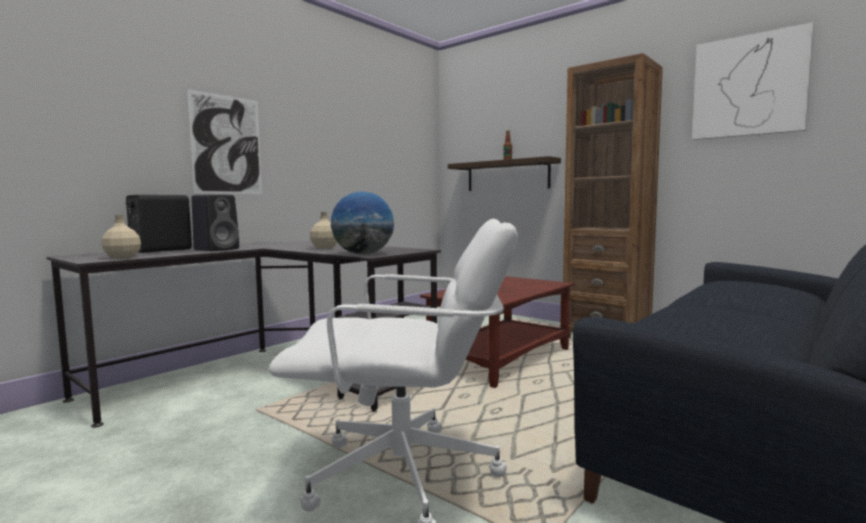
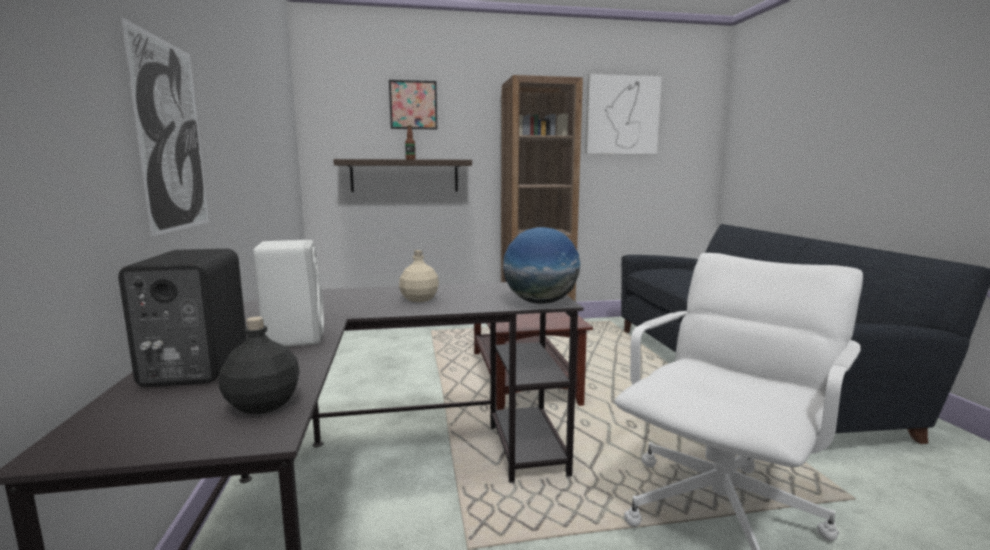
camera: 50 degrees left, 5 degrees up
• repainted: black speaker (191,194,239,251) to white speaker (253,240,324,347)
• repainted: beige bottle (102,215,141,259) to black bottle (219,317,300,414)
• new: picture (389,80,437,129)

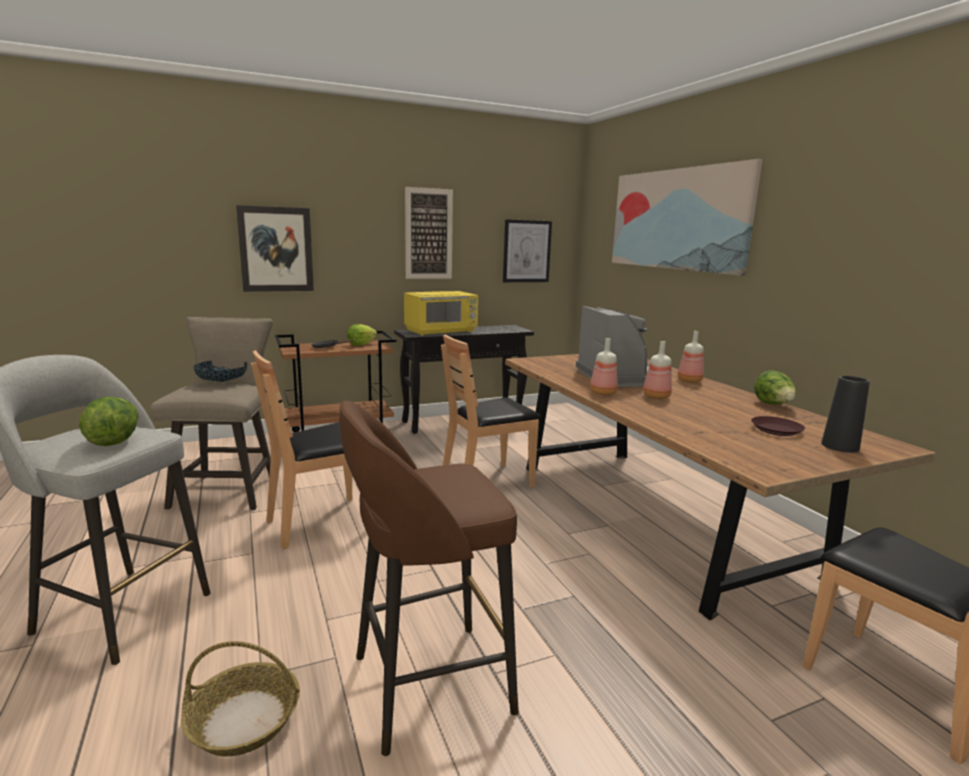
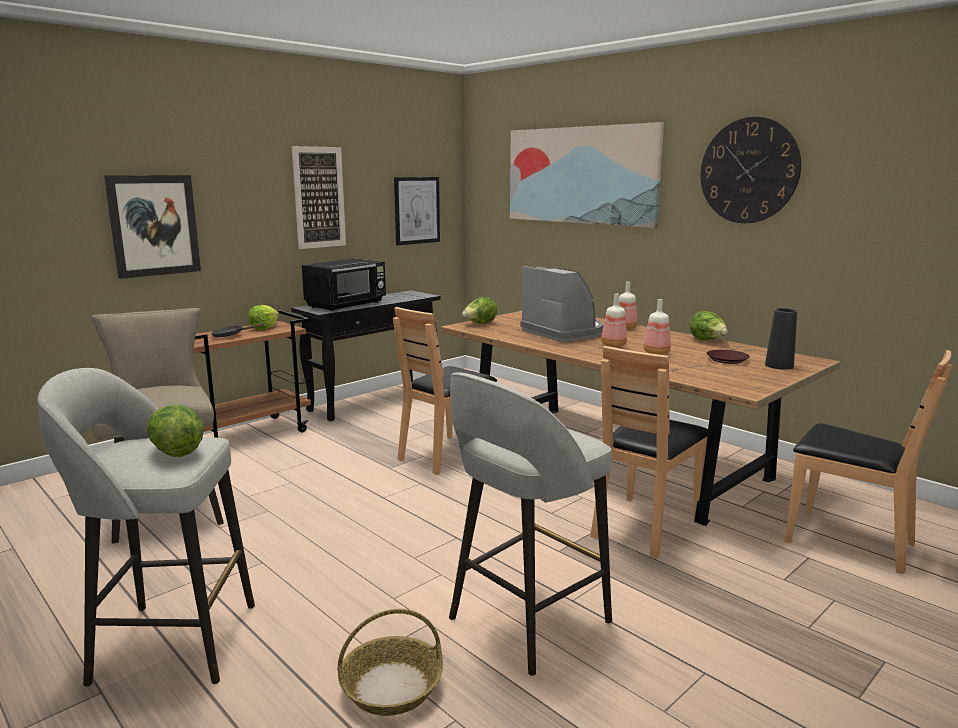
camera: 20 degrees left, 0 degrees up
• repainted: yellow microwave (404,291,478,336) to black microwave (302,258,386,311)
• shifted: bottle (590,338,618,395) to (643,299,671,355)
• shifted: brown chair (251,350,352,549) to (590,346,711,558)
• gone: bowl (194,361,247,382)
• repainted: brown stool (339,401,519,756) to grey stool (449,372,612,676)
• new: wall clock (701,116,801,223)
• new: lettuce (462,297,497,324)

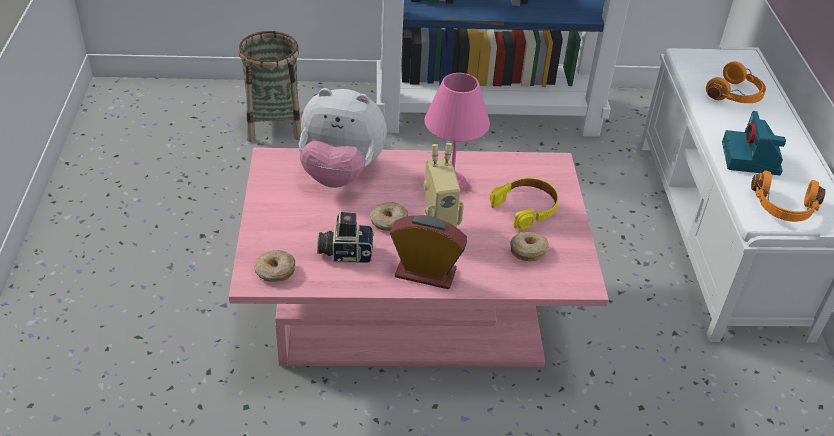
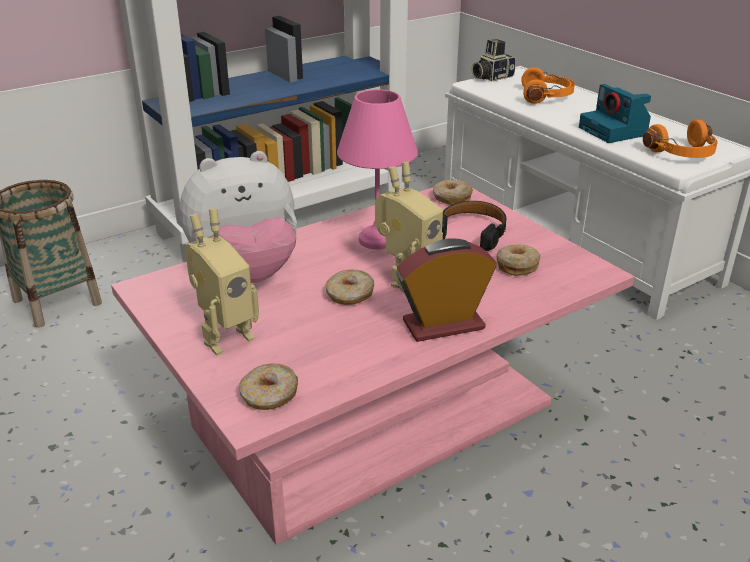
camera: 30 degrees left, 10 degrees down
• repainted: yellow headphones (489,178,558,229) to black headphones (442,201,506,251)
• shifted: photo camera (317,210,373,263) to (472,39,516,81)
• new: donut (433,180,473,205)
• new: toy robot (185,208,259,355)

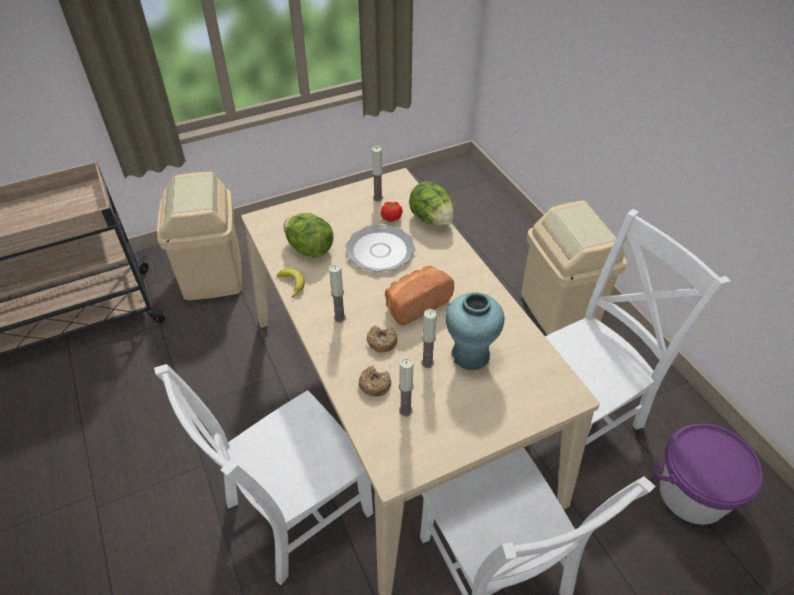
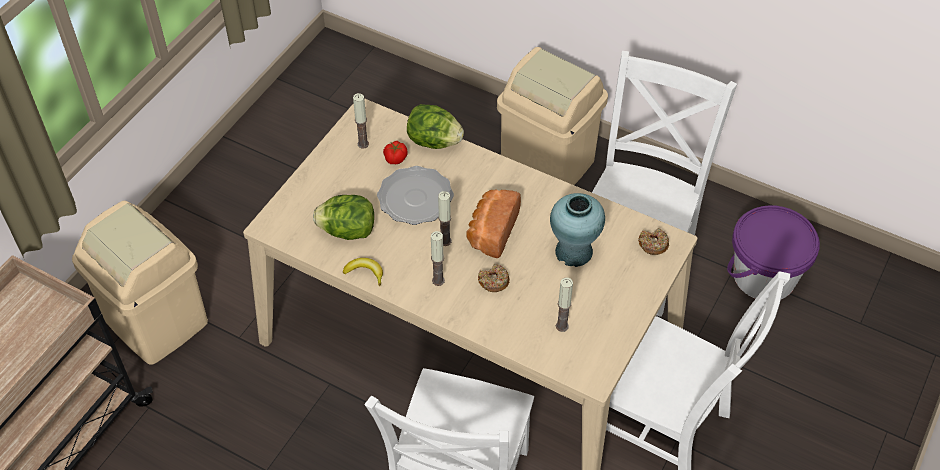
camera: 35 degrees left, 5 degrees up
• shifted: candle (421,309,437,368) to (438,191,452,246)
• shifted: donut (358,366,391,397) to (638,228,669,255)

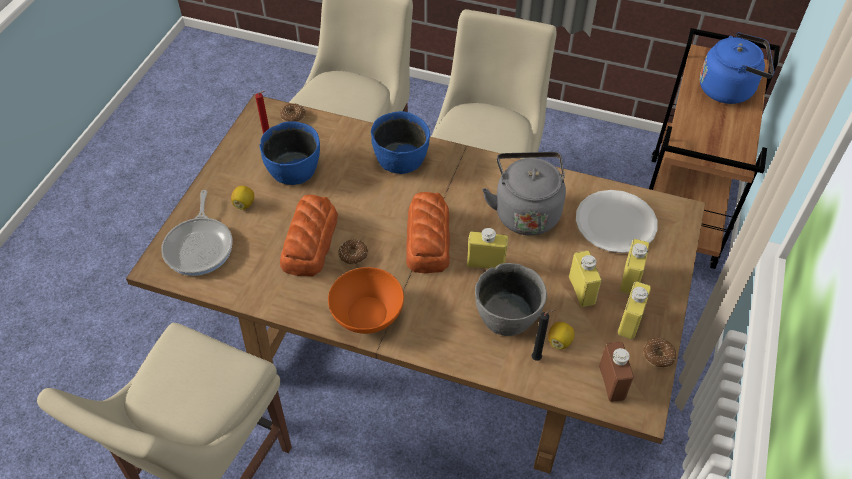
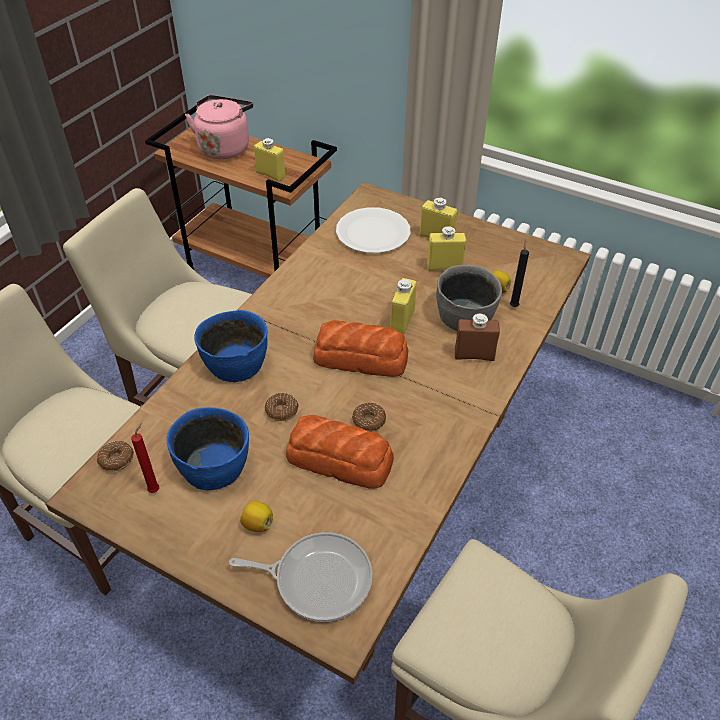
camera: 80 degrees left, 5 degrees down
• repainted: blue kettle (700,32,774,104) to pink kettle (185,95,253,159)
• gone: grey kettle (482,152,566,235)
• gone: orange bowl (328,267,404,334)
• shifted: yellow bottle (618,281,651,339) to (254,138,286,182)
• shifted: donut (644,338,676,368) to (265,393,298,421)
• shifted: brown bottle (599,342,634,402) to (455,314,500,361)

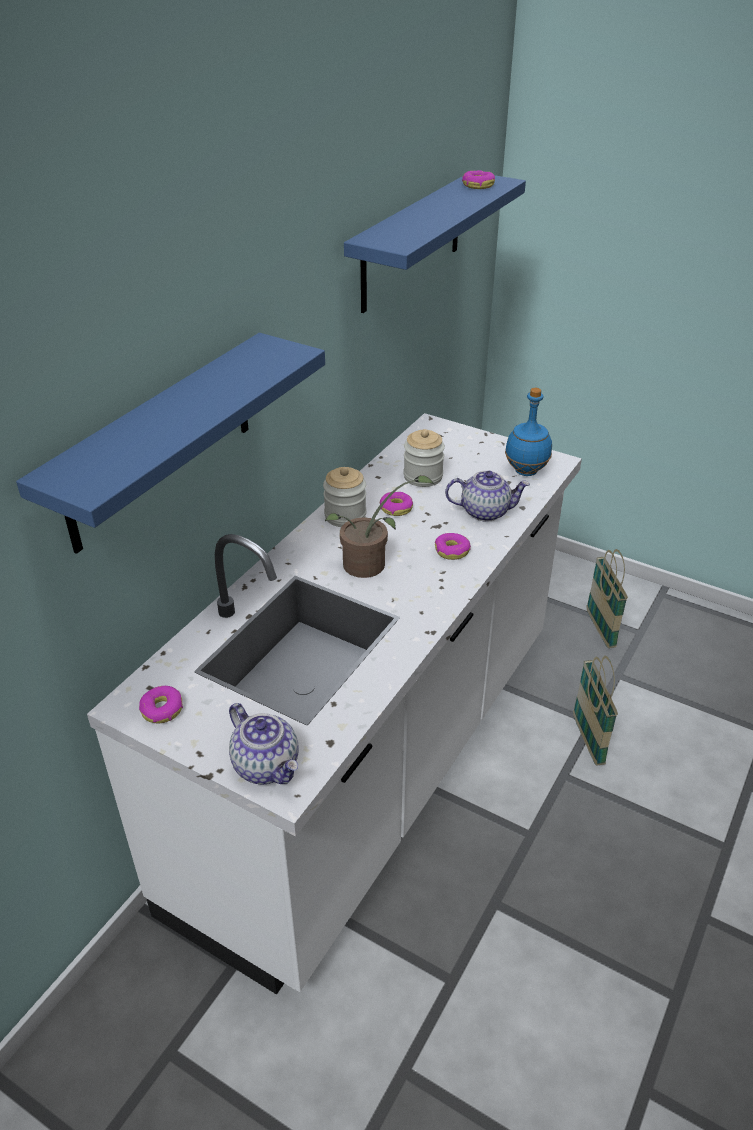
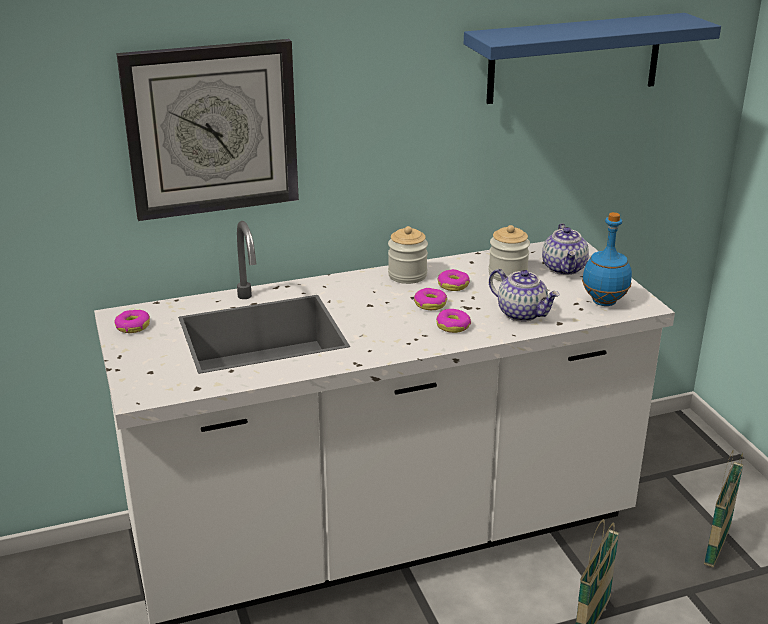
camera: 40 degrees right, 10 degrees down
• shifted: donut (462,170,495,189) to (414,288,447,310)
• swapped: blue shelf (16,333,325,554) to wall clock (116,39,299,221)
• gone: potted plant (325,475,434,578)
• shifted: teapot (229,703,299,784) to (542,223,589,275)

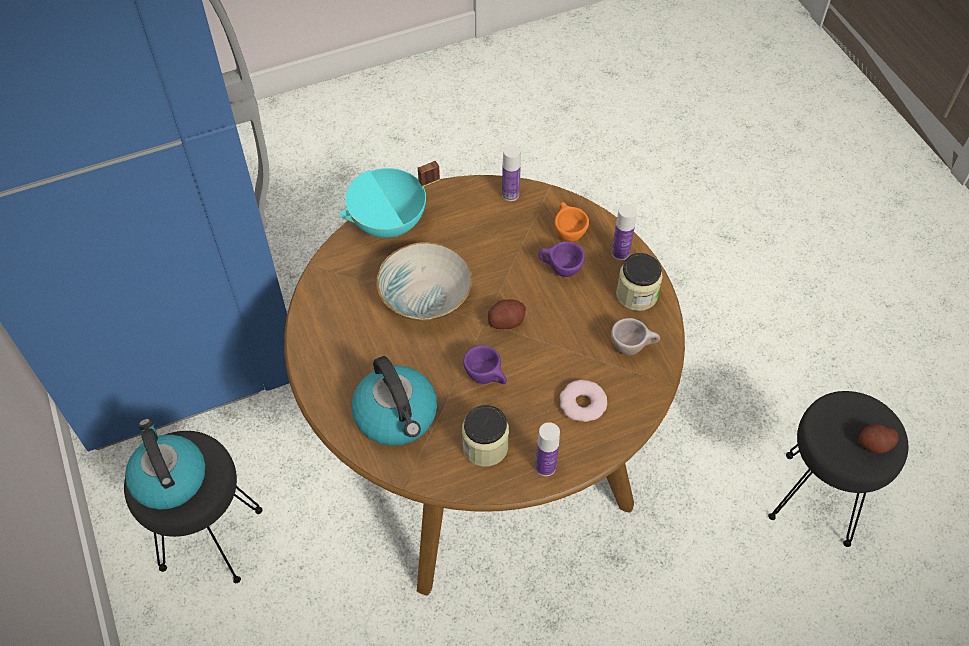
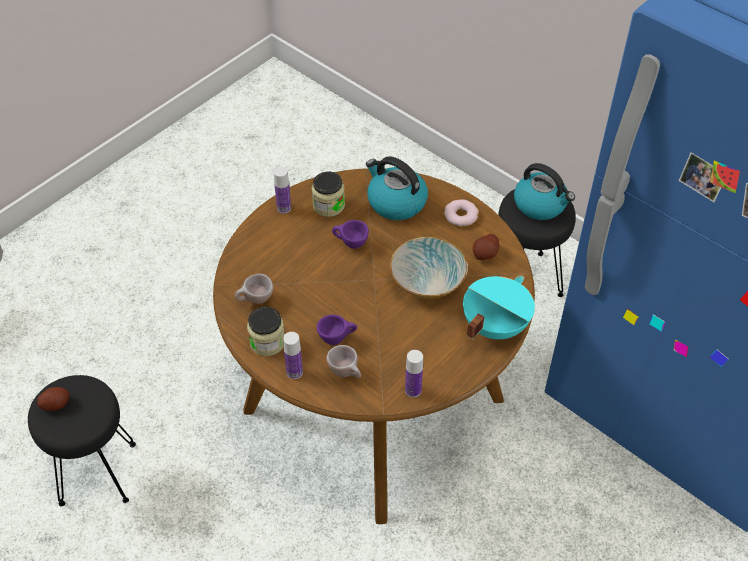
camera: 155 degrees right, 5 degrees down
• repainted: orange cup (554,202,589,242) to beige cup (326,345,361,378)
• shifted: potato (488,300,526,329) to (473,234,499,260)
• shifted: donut (560,380,607,422) to (444,199,479,226)

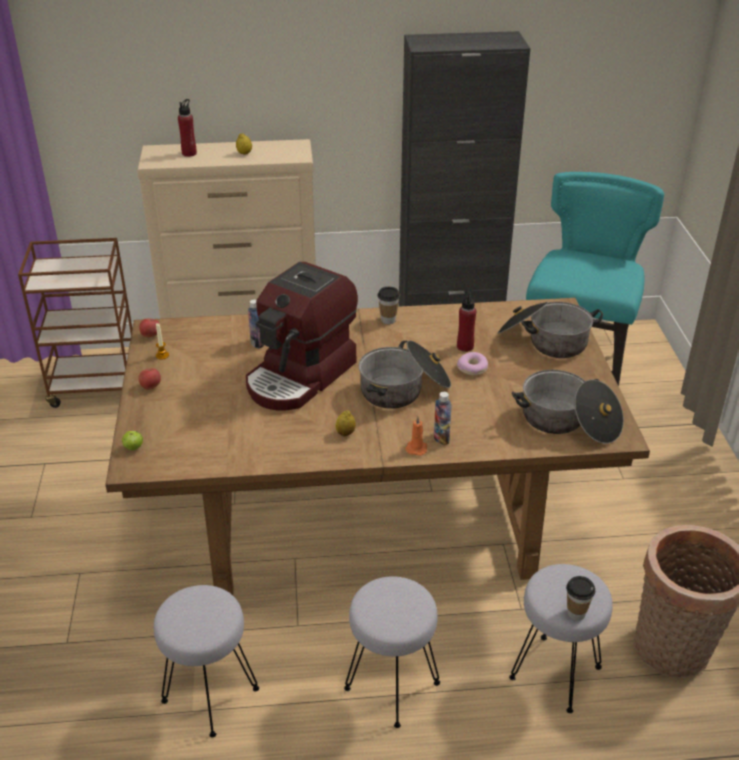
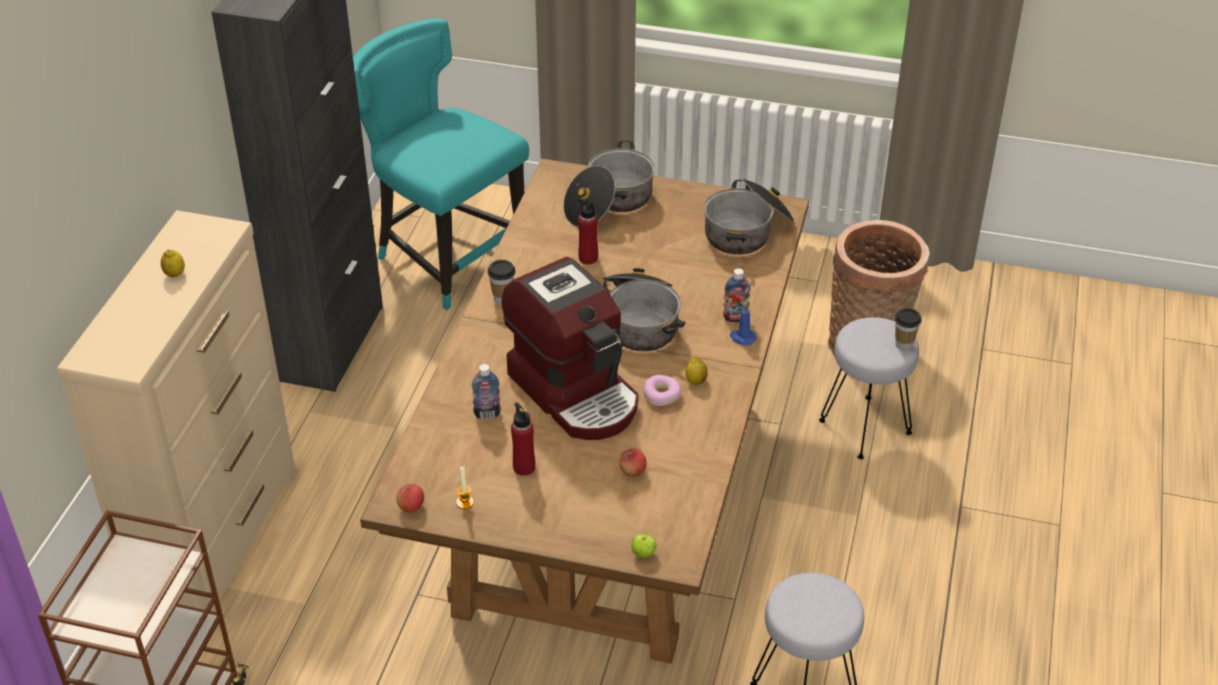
camera: 70 degrees left, 5 degrees up
• shifted: red bottle (178,99,197,157) to (511,402,535,476)
• shifted: donut (457,352,488,376) to (643,375,681,406)
• shifted: apple (138,368,161,390) to (619,448,647,477)
• repainted: orange candle (406,417,427,456) to blue candle (730,304,757,346)
• gone: grey stool (344,576,440,728)

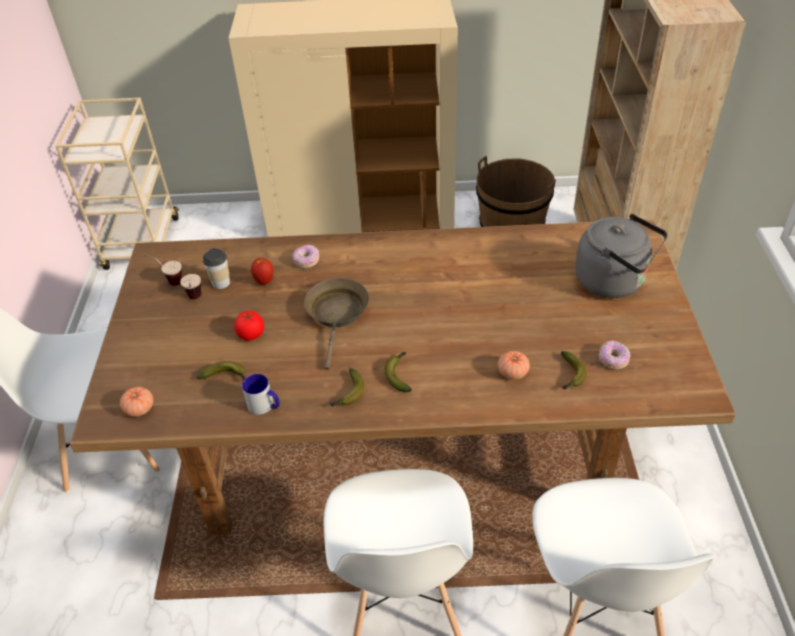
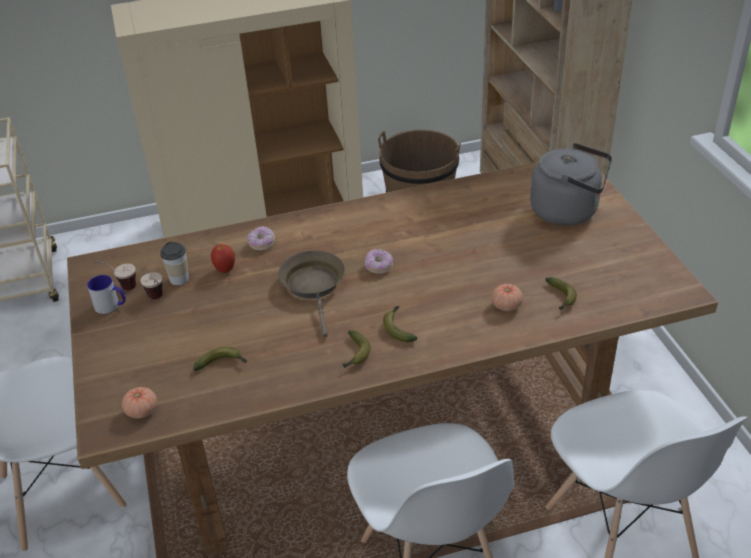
camera: 15 degrees left, 5 degrees down
• gone: tomato (234,311,264,341)
• shifted: donut (599,340,631,369) to (365,249,393,274)
• shifted: mug (242,374,280,415) to (87,275,126,314)

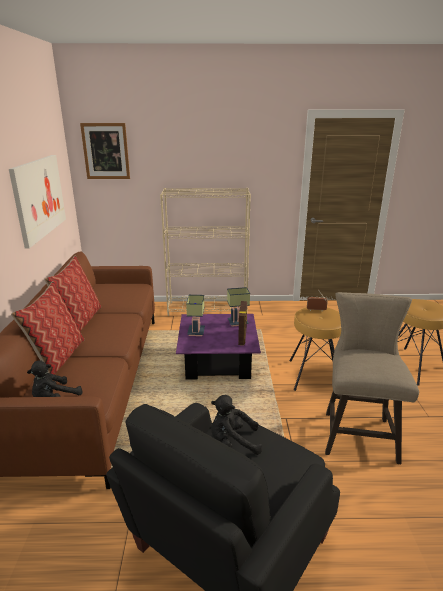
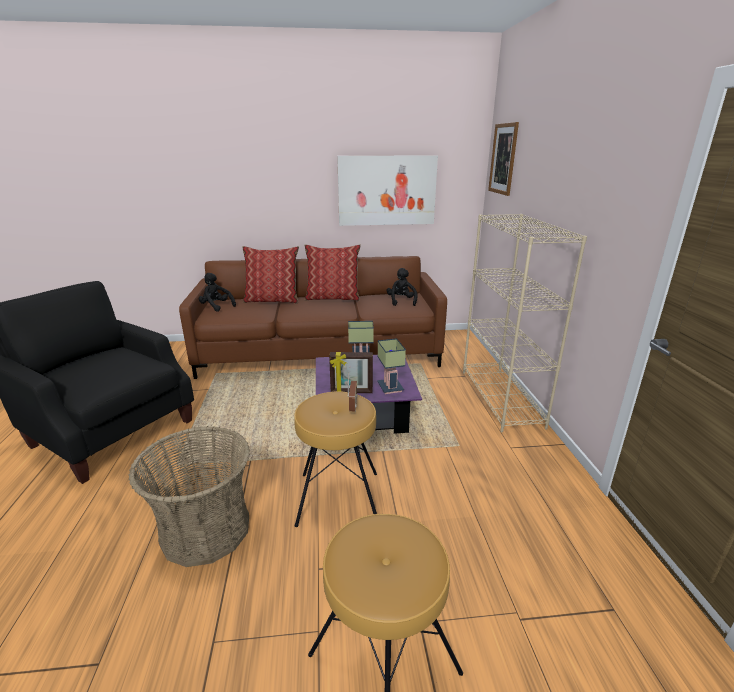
camera: 85 degrees right, 0 degrees up
• swapped: beige stool (325,292,419,464) to basket (129,426,250,567)
• shifted: black plush toy (211,395,262,455) to (386,268,418,306)

